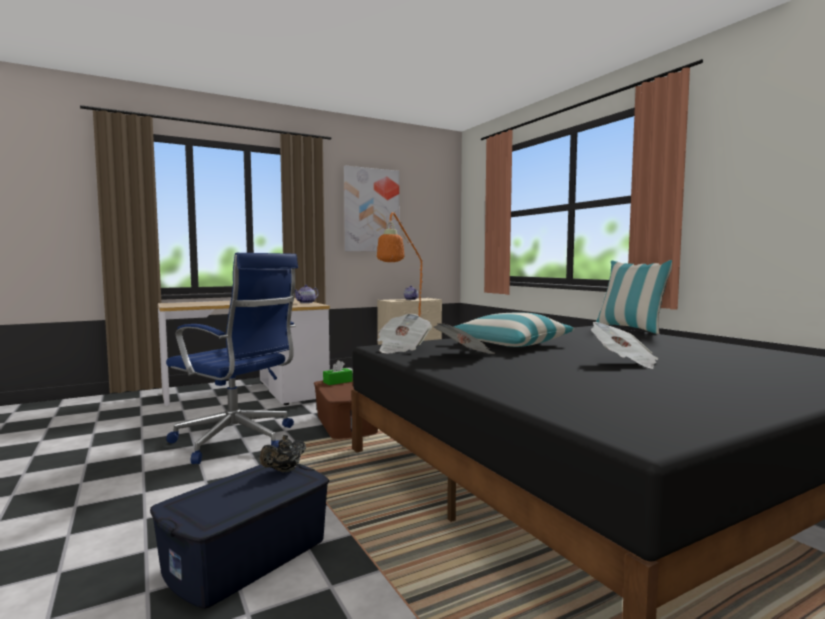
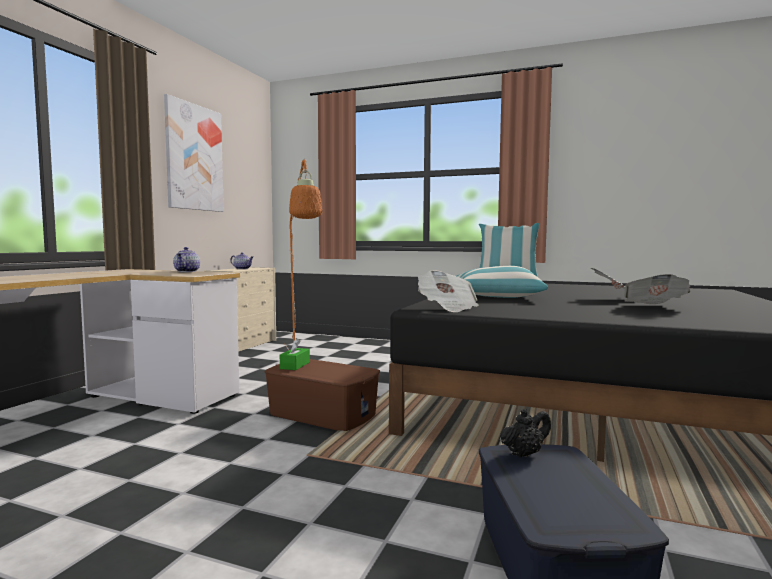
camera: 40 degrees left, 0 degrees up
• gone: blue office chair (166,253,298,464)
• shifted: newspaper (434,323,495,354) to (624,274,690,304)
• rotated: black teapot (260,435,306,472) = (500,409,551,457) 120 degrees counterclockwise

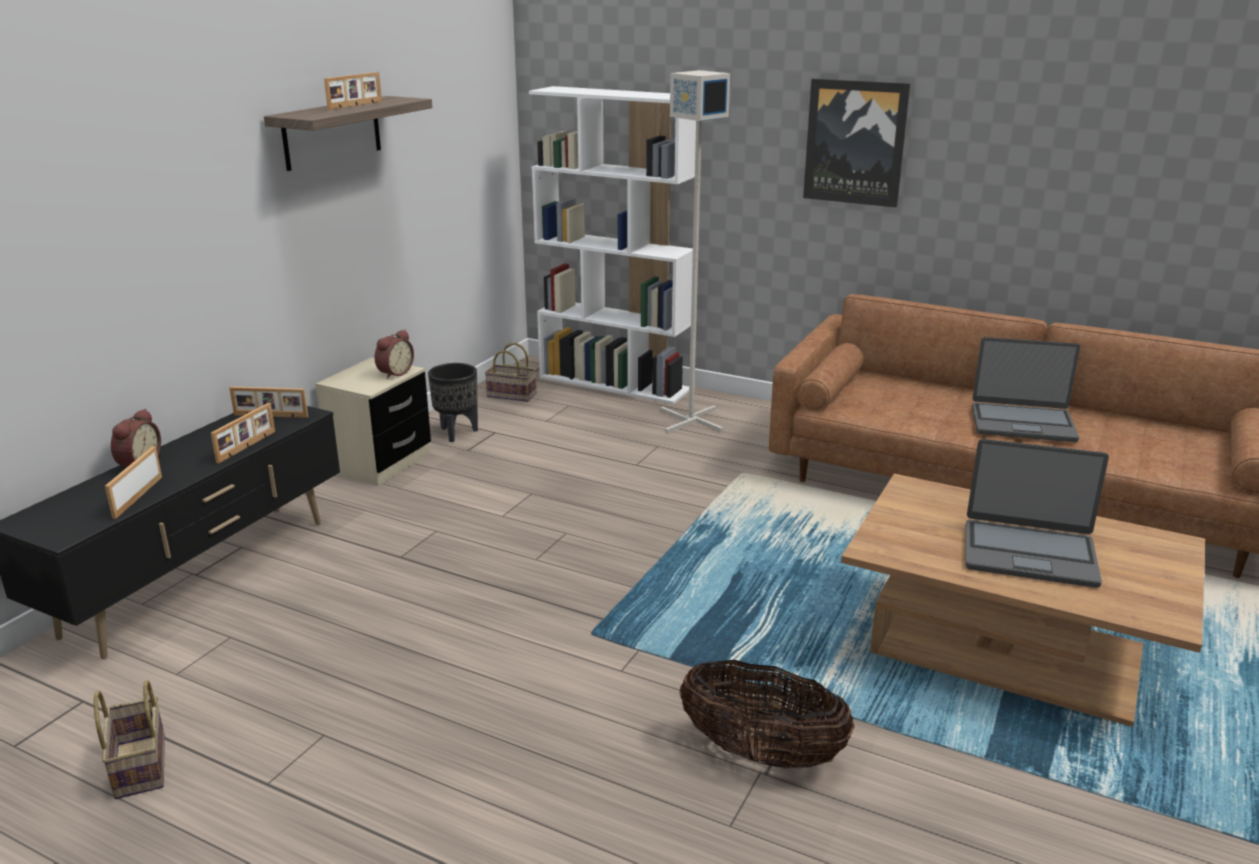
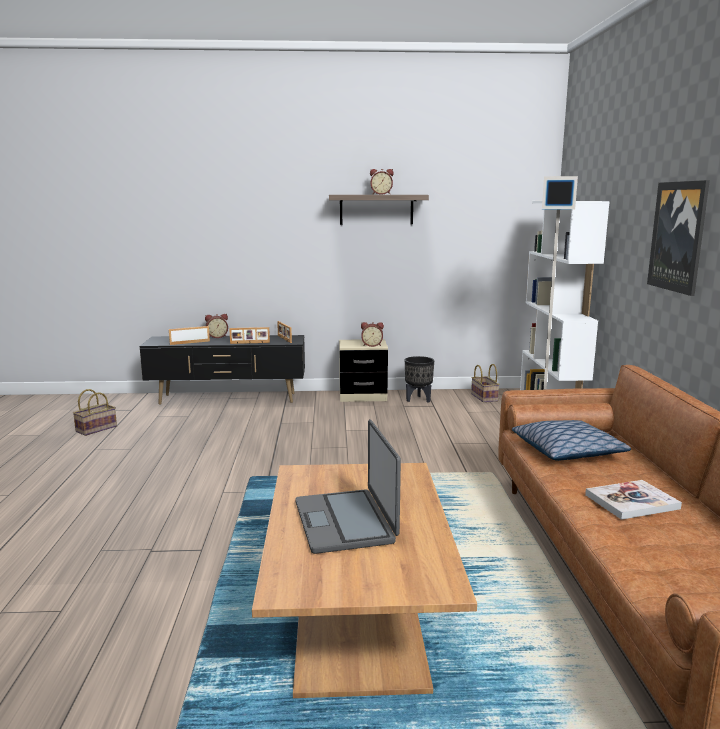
camera: 60 degrees right, 10 degrees down
• swapped: picture frame (324,72,382,110) to alarm clock (370,169,394,195)
• swapped: laptop (972,337,1080,442) to book (585,480,682,520)
• gone: basket (679,660,855,768)
• new: pillow (512,420,631,461)

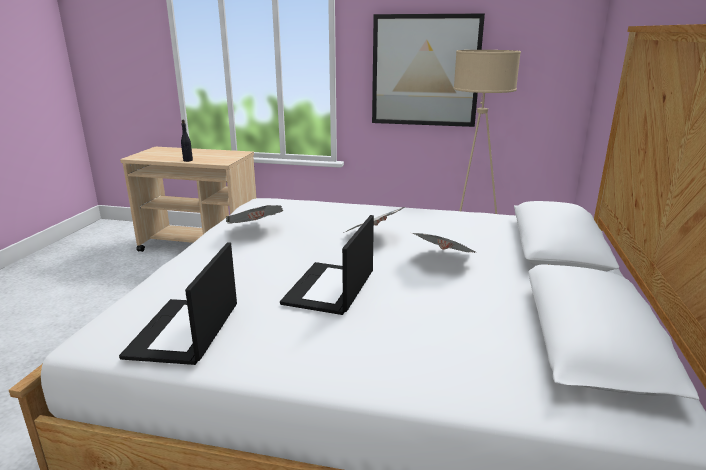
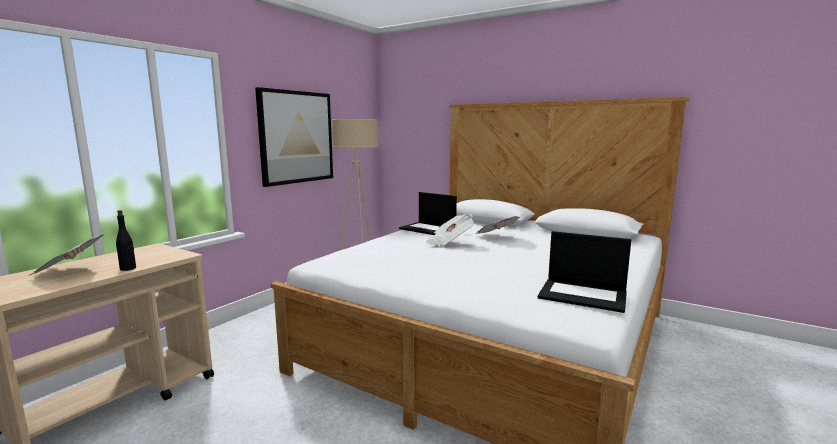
camera: 70 degrees left, 10 degrees down
• shifted: newspaper (226,205,283,224) to (28,234,104,276)
• shifted: laptop (280,215,374,315) to (399,192,457,235)

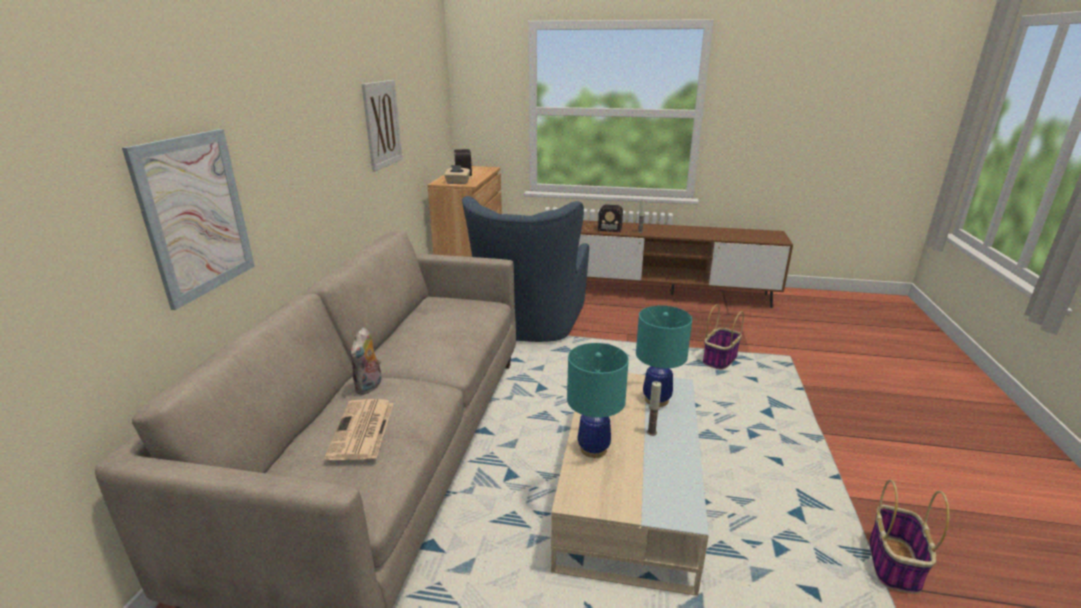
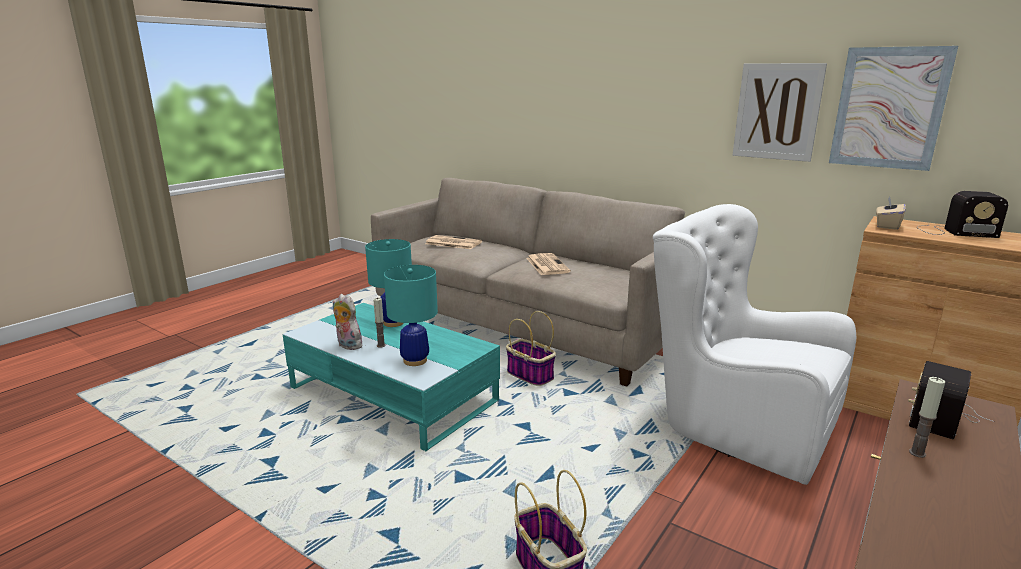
camera: 115 degrees right, 5 degrees down
• shifted: picture (122,129,255,310) to (829,46,958,171)
• repainted: blue armchair (462,196,589,342) to white armchair (653,204,856,485)
• shifted: plush toy (350,328,382,395) to (333,294,362,350)
• repainted: beige coffee table (551,373,709,596) to turquoise coffee table (283,303,500,451)
• shifted: basket (869,479,949,594) to (506,311,556,386)
• new: newspaper (526,253,571,275)

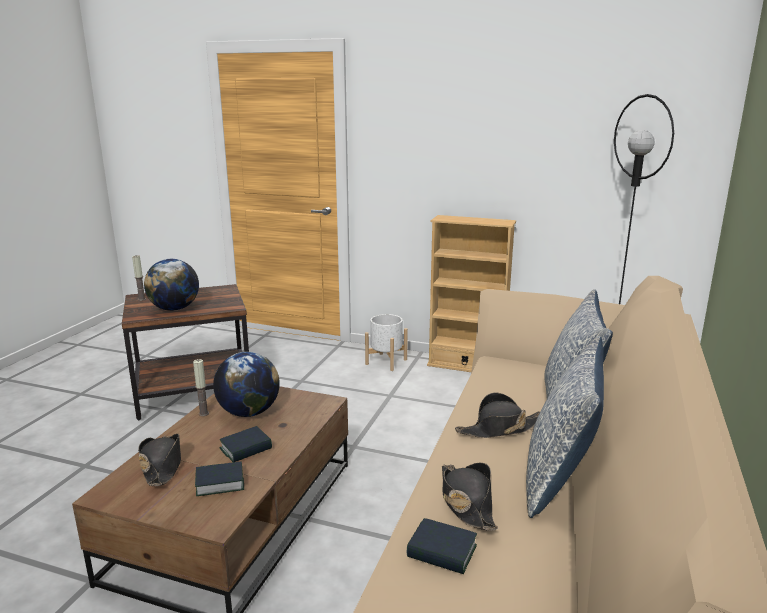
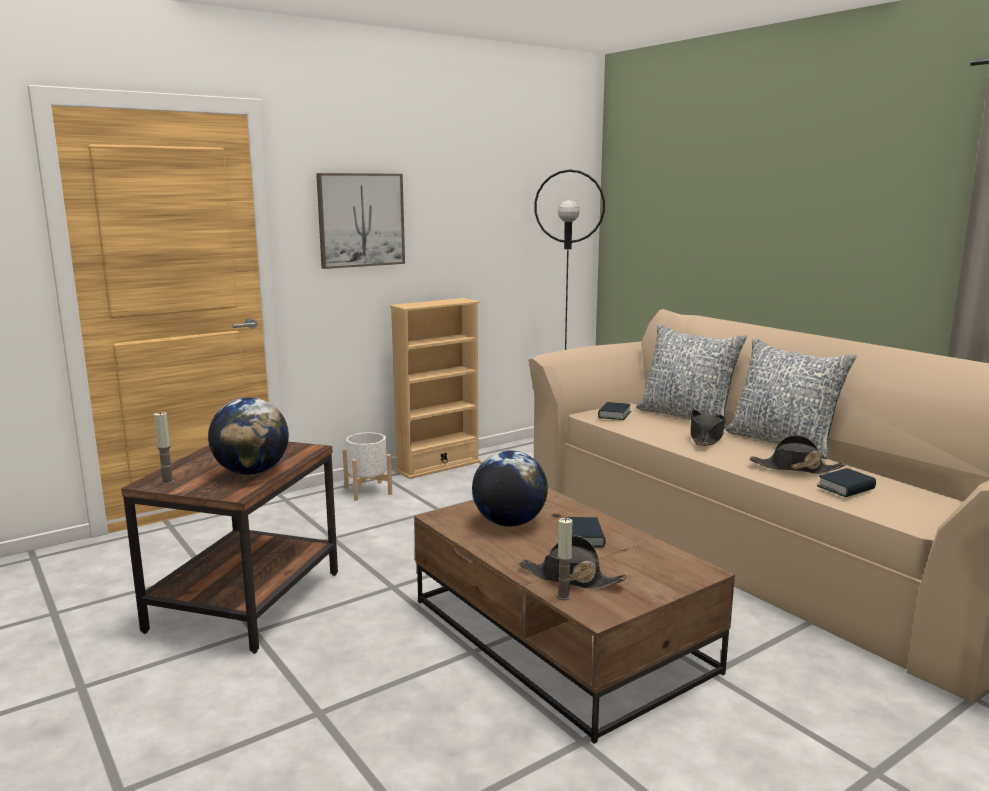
camera: 55 degrees left, 5 degrees down
• shifted: candle (193,359,209,416) to (557,518,572,600)
• shifted: book (195,461,244,496) to (598,402,631,420)
• new: picture (316,173,405,269)

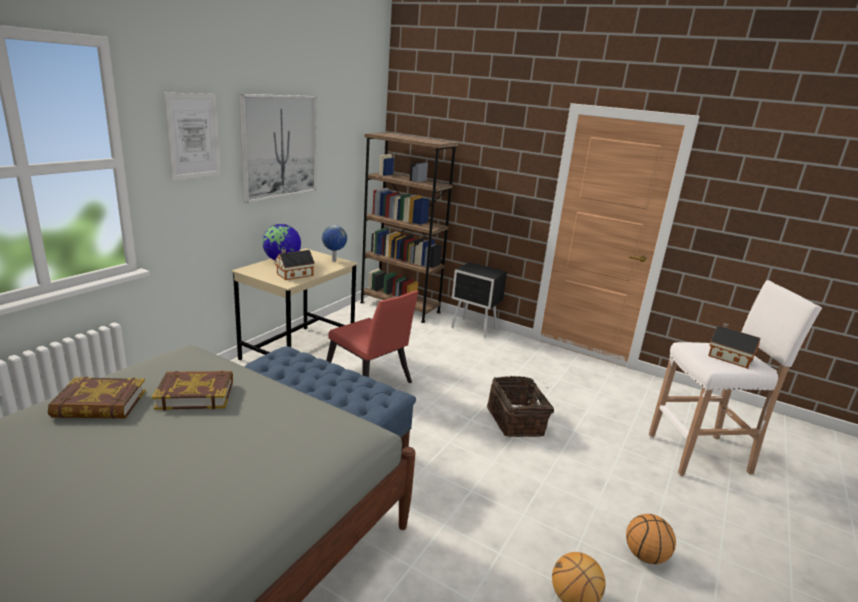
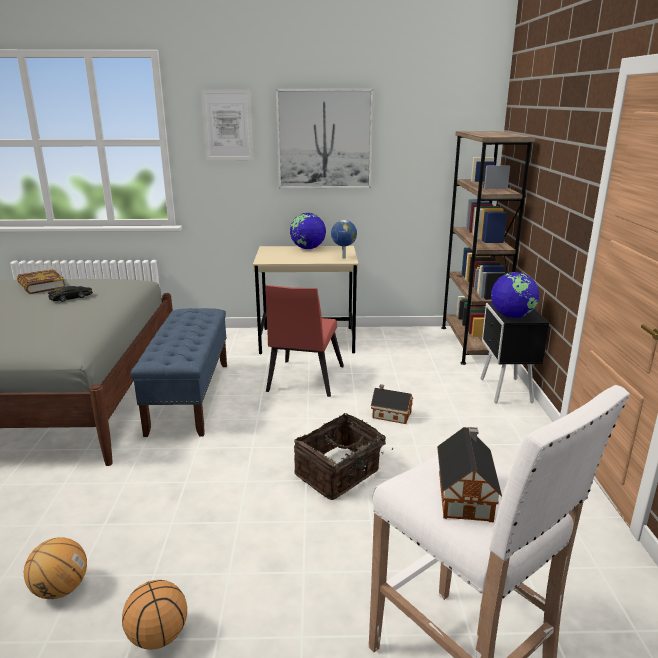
camera: 60 degrees right, 0 degrees up
• shifted: toy house (275,249,315,280) to (371,384,413,424)
• swapped: book (152,370,233,410) to black toy car (48,286,93,302)
• new: globe (491,272,539,318)

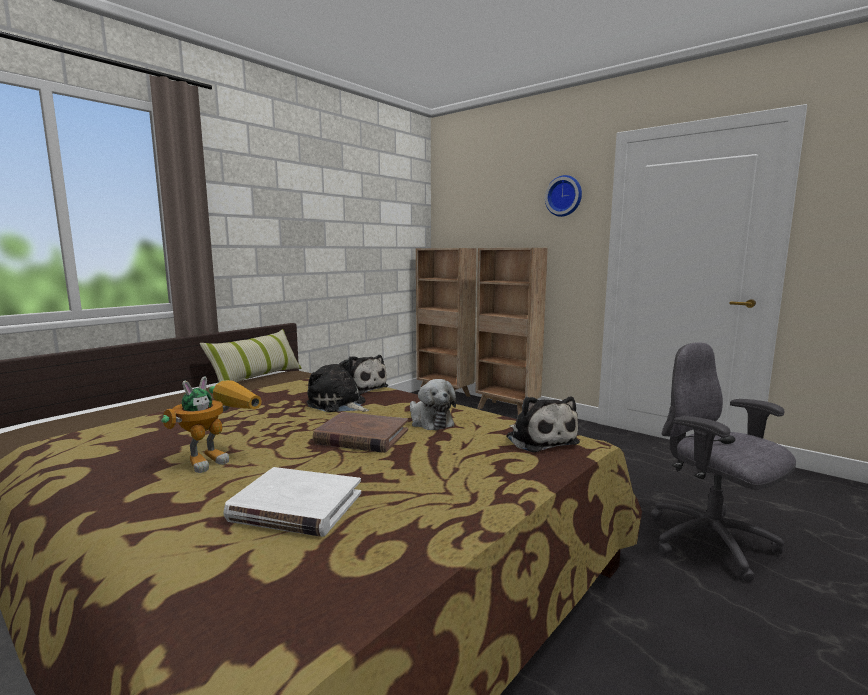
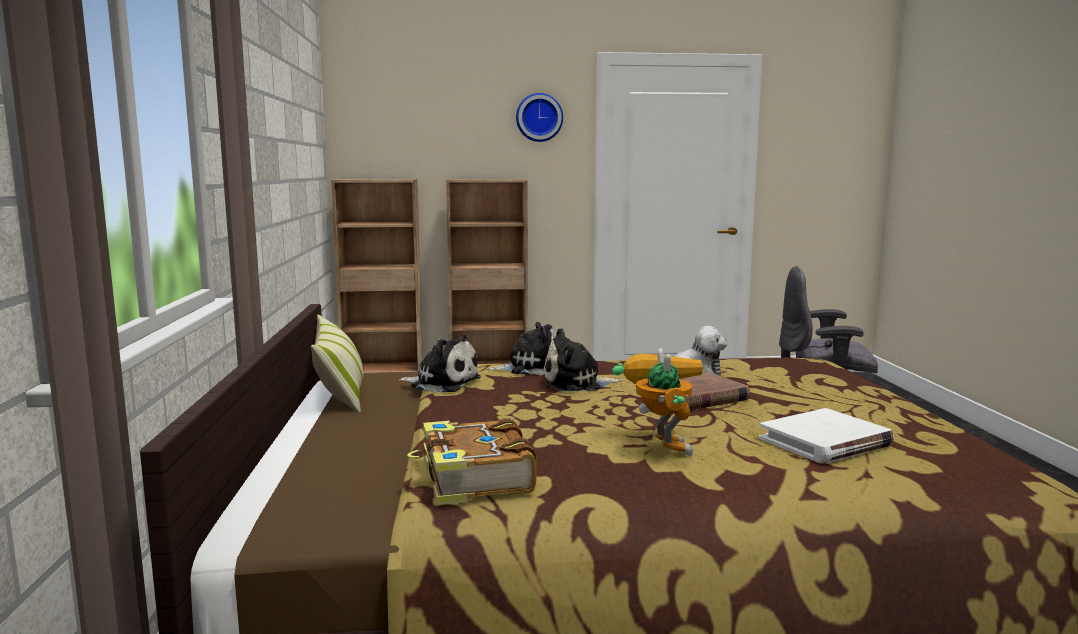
camera: 45 degrees left, 0 degrees up
• shifted: plush toy (507,396,580,453) to (398,335,481,393)
• new: book (407,418,537,505)

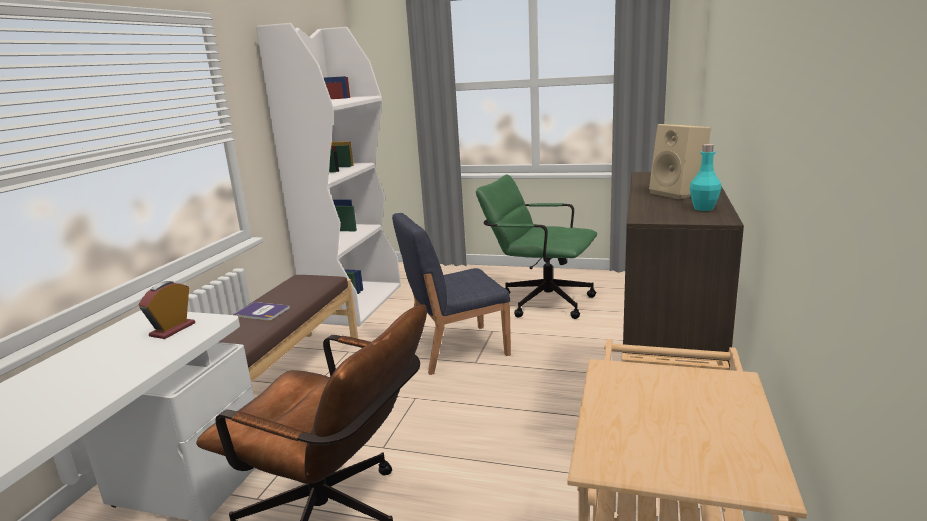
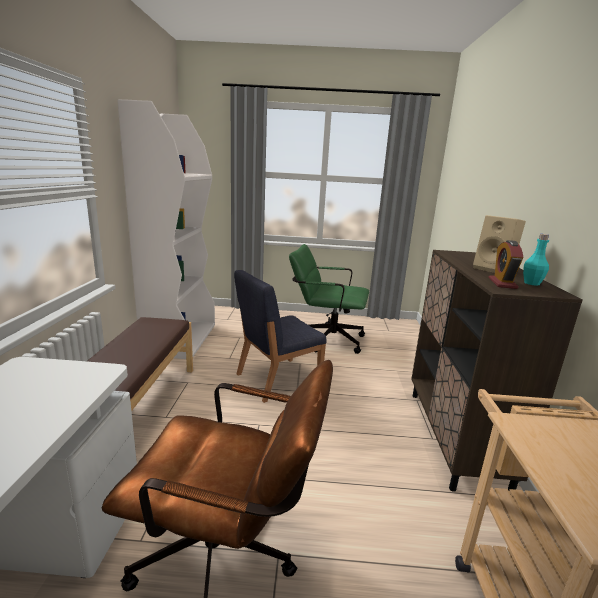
camera: 15 degrees left, 0 degrees up
• shifted: alarm clock (139,281,195,339) to (488,240,523,289)
• gone: book (235,302,290,321)

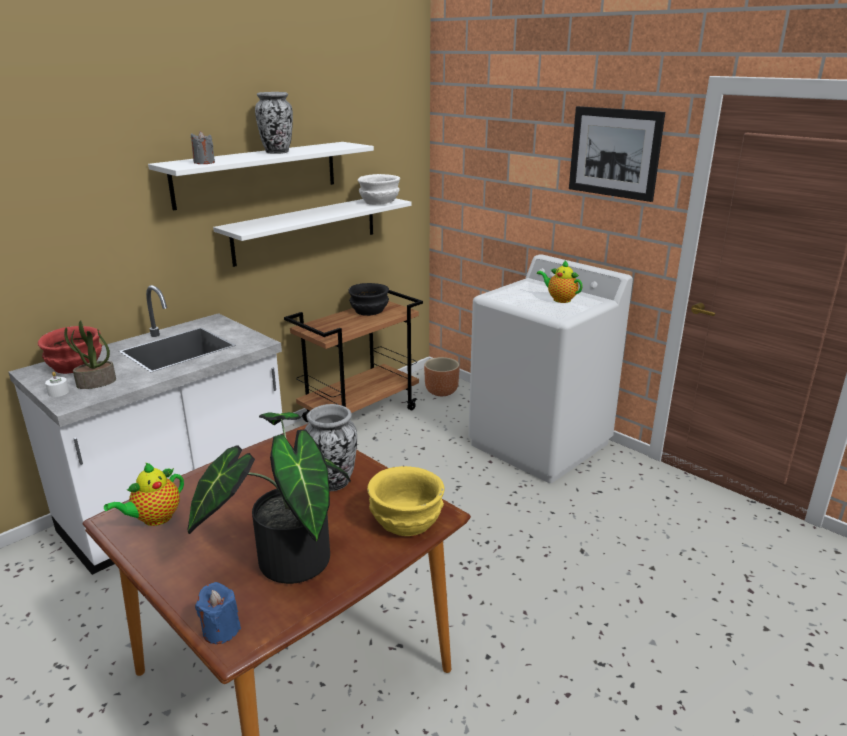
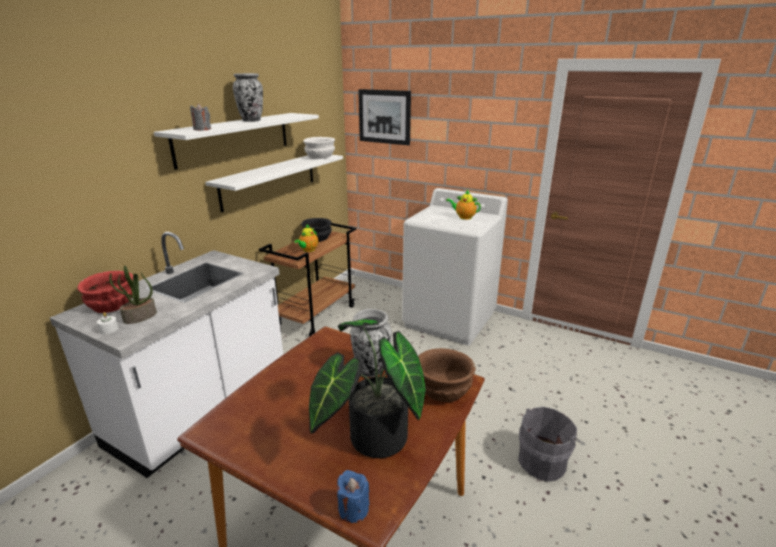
camera: 15 degrees left, 0 degrees up
• shifted: picture (569,106,665,202) to (358,89,411,145)
• gone: brown planter (424,357,460,396)
• shifted: teapot (104,463,184,526) to (294,224,318,252)
• repainted: yellow bowl (367,466,444,536) to brown bowl (418,348,476,402)
• new: grey bucket (518,407,581,482)

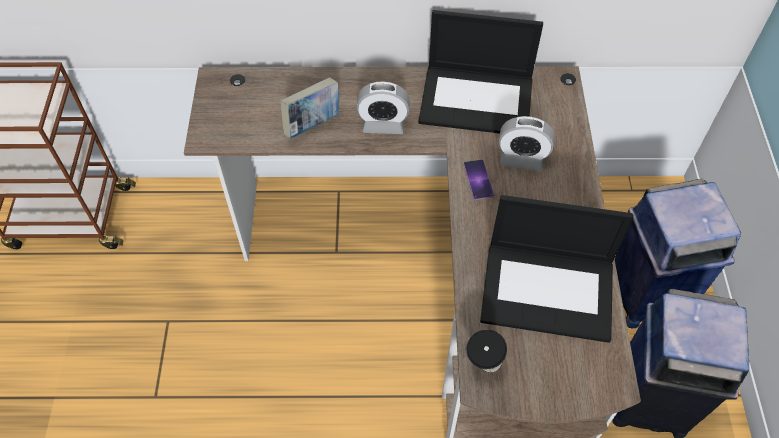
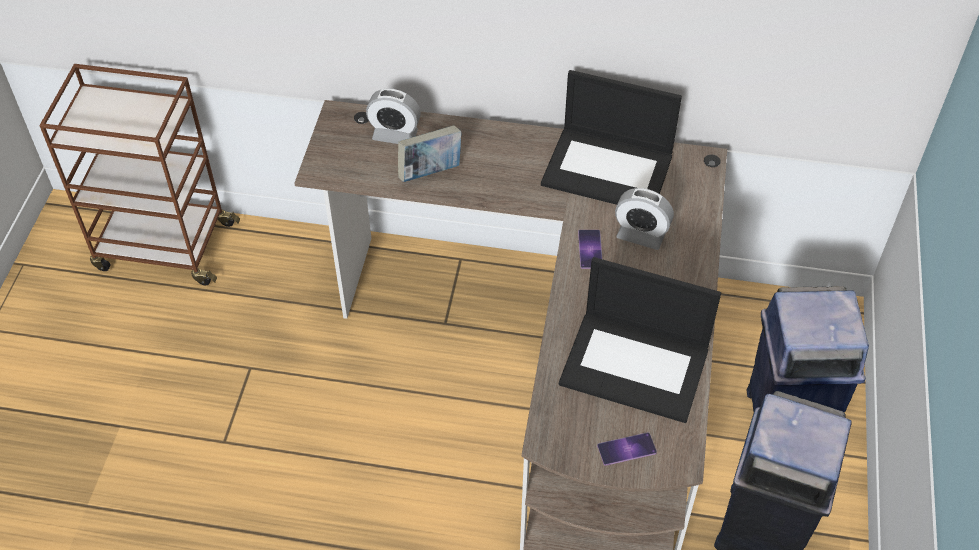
camera: 10 degrees right, 5 degrees down
• shifted: alarm clock (357,81,410,134) to (366,88,421,144)
• gone: cup (466,330,507,372)
• new: phone (597,432,657,466)

